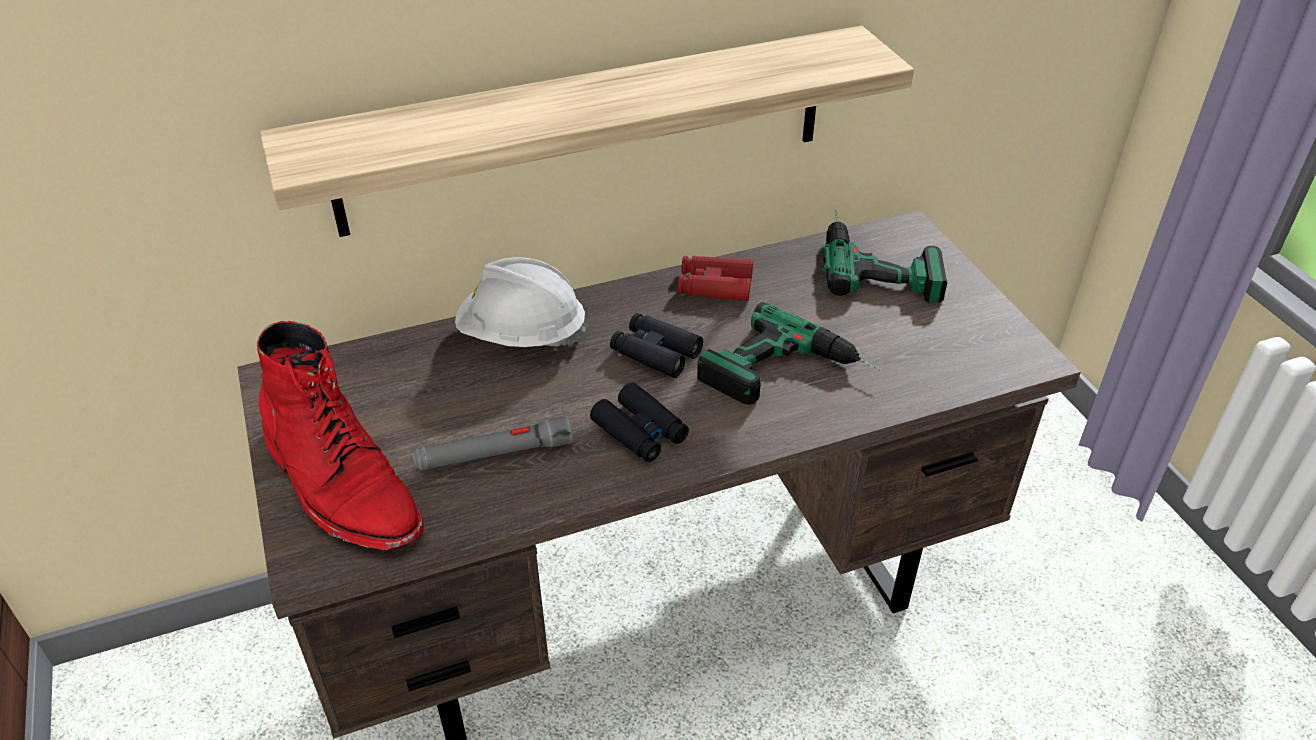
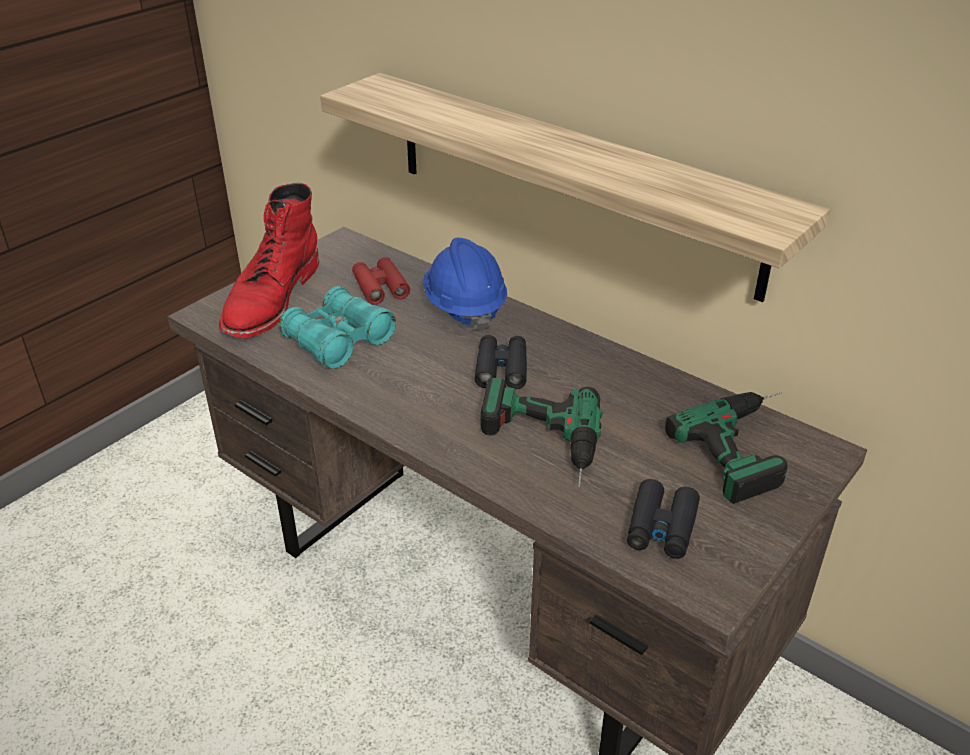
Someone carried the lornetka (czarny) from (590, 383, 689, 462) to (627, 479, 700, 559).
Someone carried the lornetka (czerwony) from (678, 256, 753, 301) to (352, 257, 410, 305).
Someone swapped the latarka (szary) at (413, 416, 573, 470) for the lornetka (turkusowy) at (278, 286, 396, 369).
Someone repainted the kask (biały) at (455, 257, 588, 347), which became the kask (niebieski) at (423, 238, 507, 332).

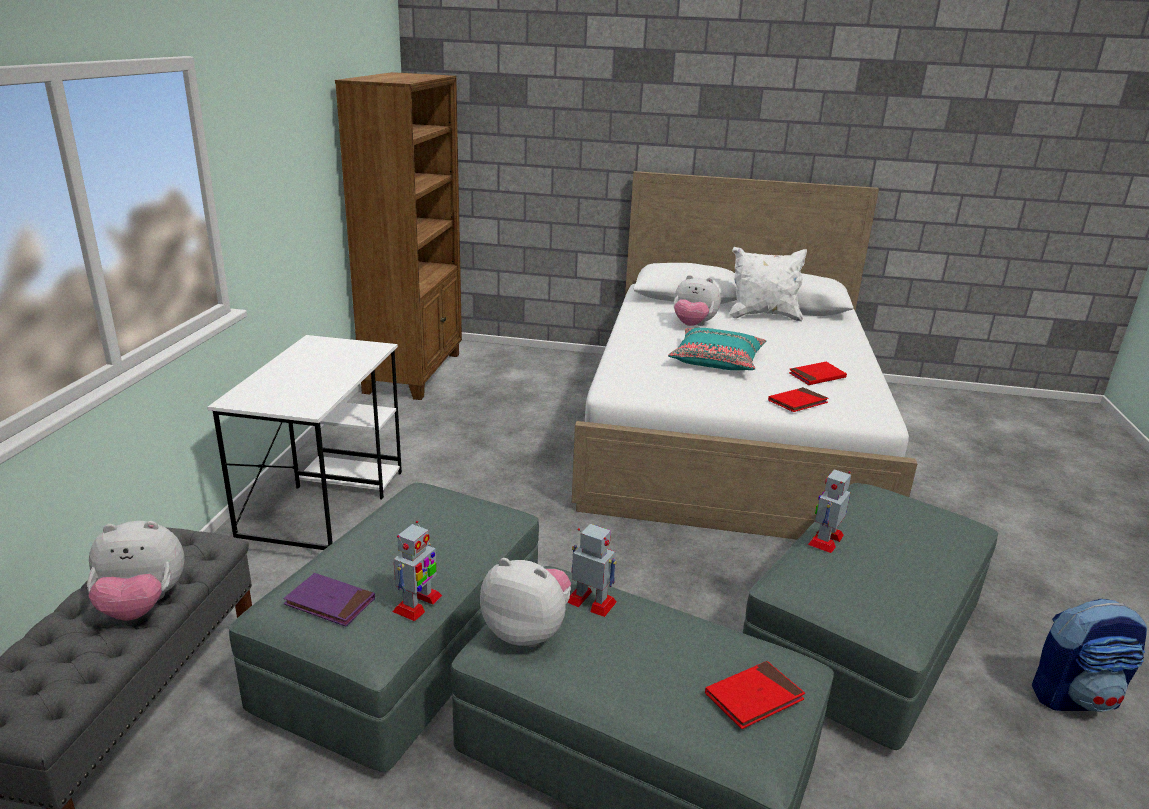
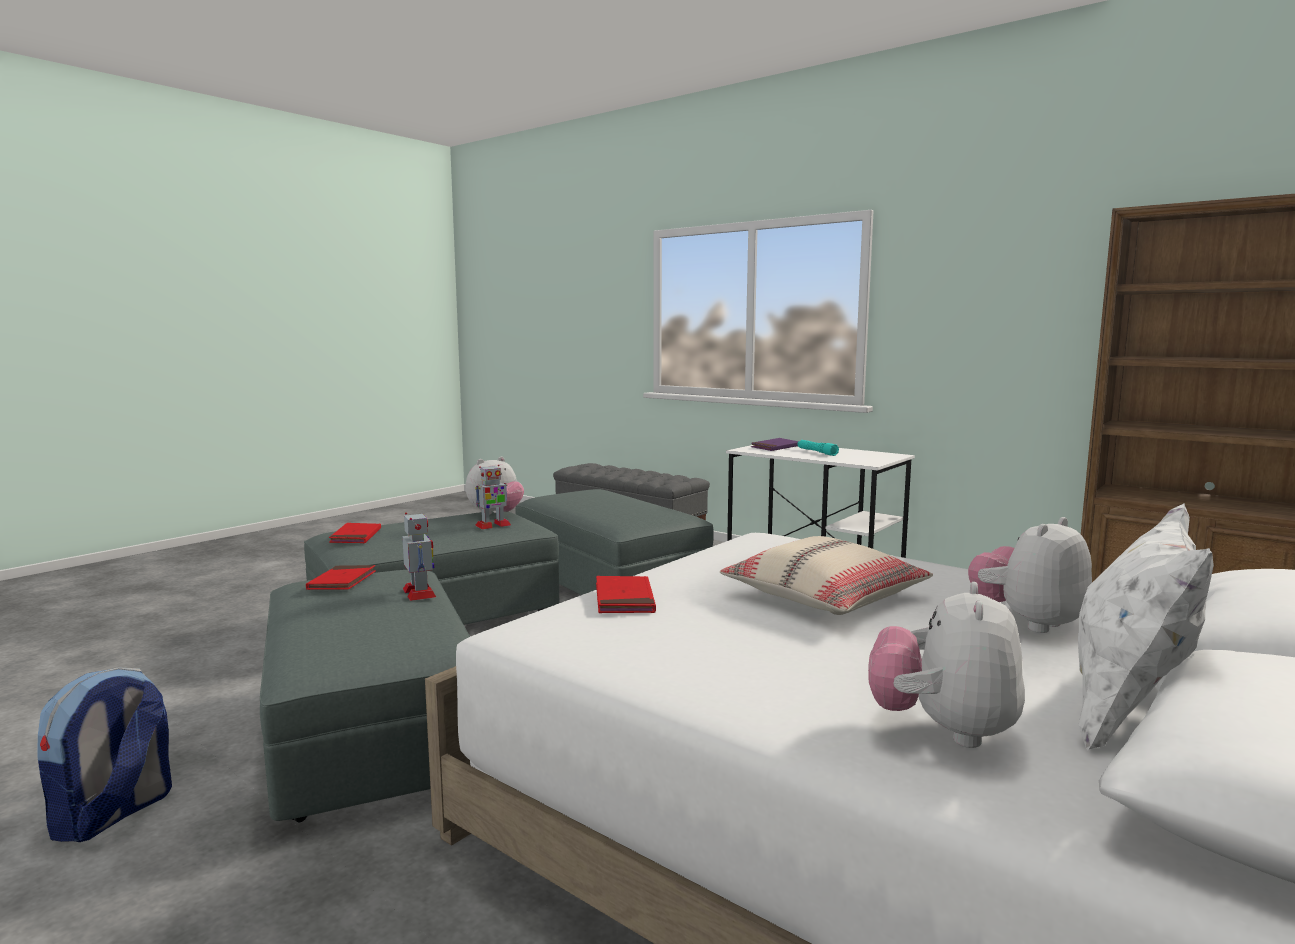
Someone took away the robot zabawkowy at (392, 521, 442, 621).
Someone put down the latarka (turkusowy) at (797, 440, 839, 456).
Someone carried the pluszak from (87, 521, 185, 620) to (868, 582, 1025, 748).
Someone carried the książka (fioletowy) from (283, 573, 375, 627) to (751, 438, 798, 451).
Someone carried the książka (czerwony) from (789, 362, 847, 385) to (306, 565, 376, 590).
Someone repainted the poduszka (turkusowy) at (668, 328, 766, 370), which became the poduszka (beżowy) at (720, 536, 933, 615).

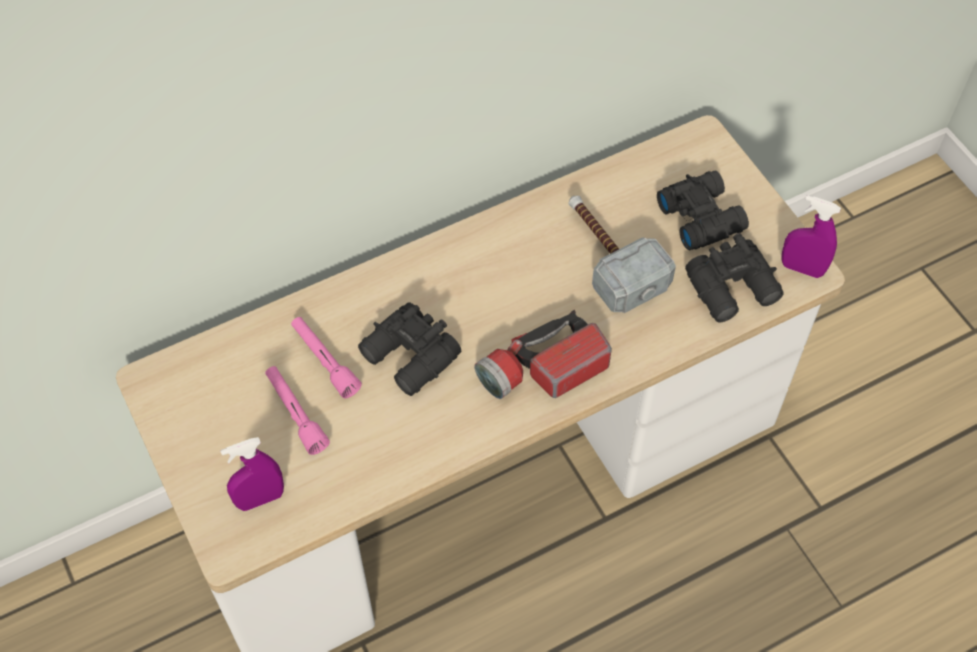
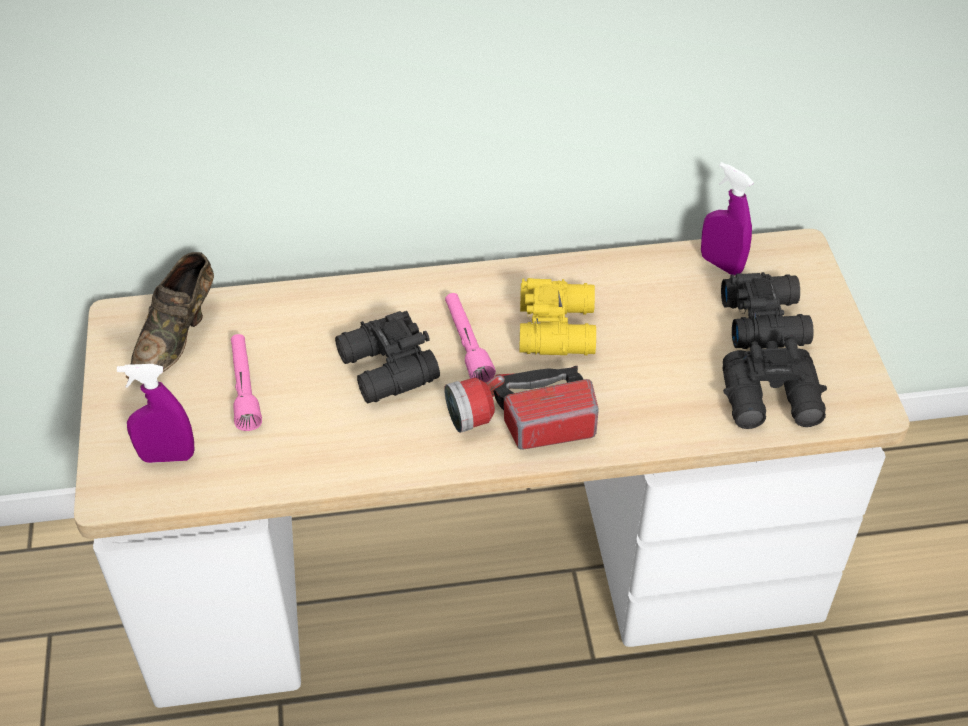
Someone took away the młotek at (568, 196, 676, 313).
Someone put down the but (brązowy) at (126, 252, 214, 379).
Someone put down the lornetka (żółty) at (519, 278, 596, 355).
Someone carried the latarka (różowy) from (291, 317, 362, 398) to (445, 293, 496, 382).
Someone carried the spryskiwacz (fioletowy) from (781, 195, 841, 278) to (701, 162, 754, 275).

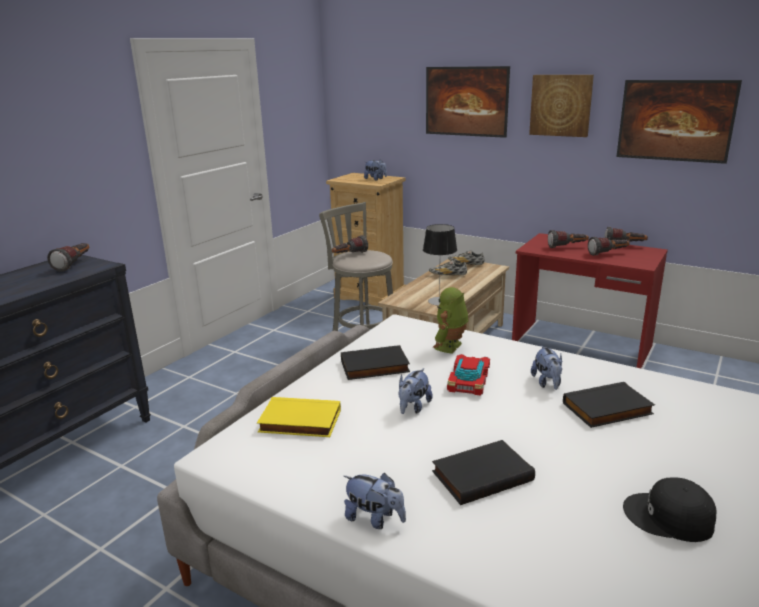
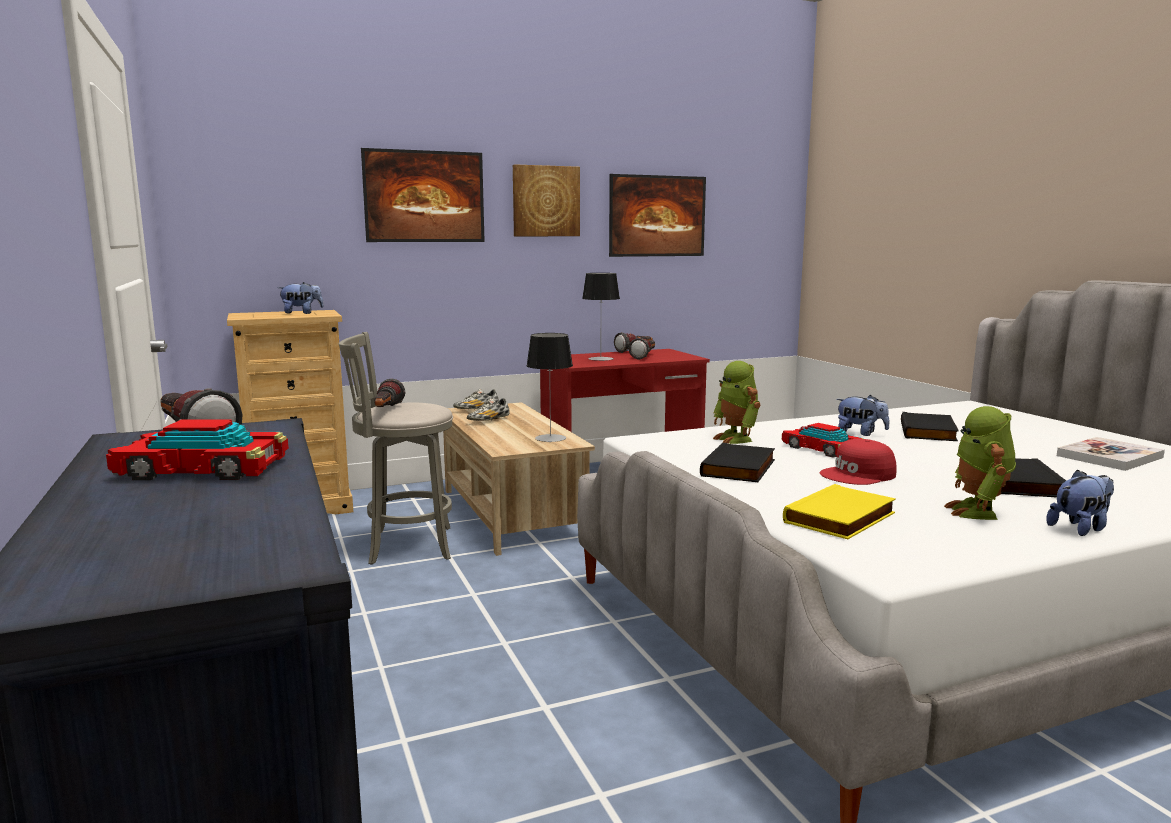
Someone put down the samochodzik at (106, 419, 289, 480).
Someone put down the robot zabawkowy at (944, 406, 1016, 520).
Someone swapped the pluszak at (399, 368, 433, 414) for the czapka z daszkiem (czerwony) at (819, 439, 897, 485).
Someone swapped the latarka at (548, 230, 589, 248) for the lampa stołowa at (582, 273, 620, 361).
Someone swapped the czapka z daszkiem (czarny) at (623, 477, 716, 542) for the książka at (1057, 437, 1165, 471).

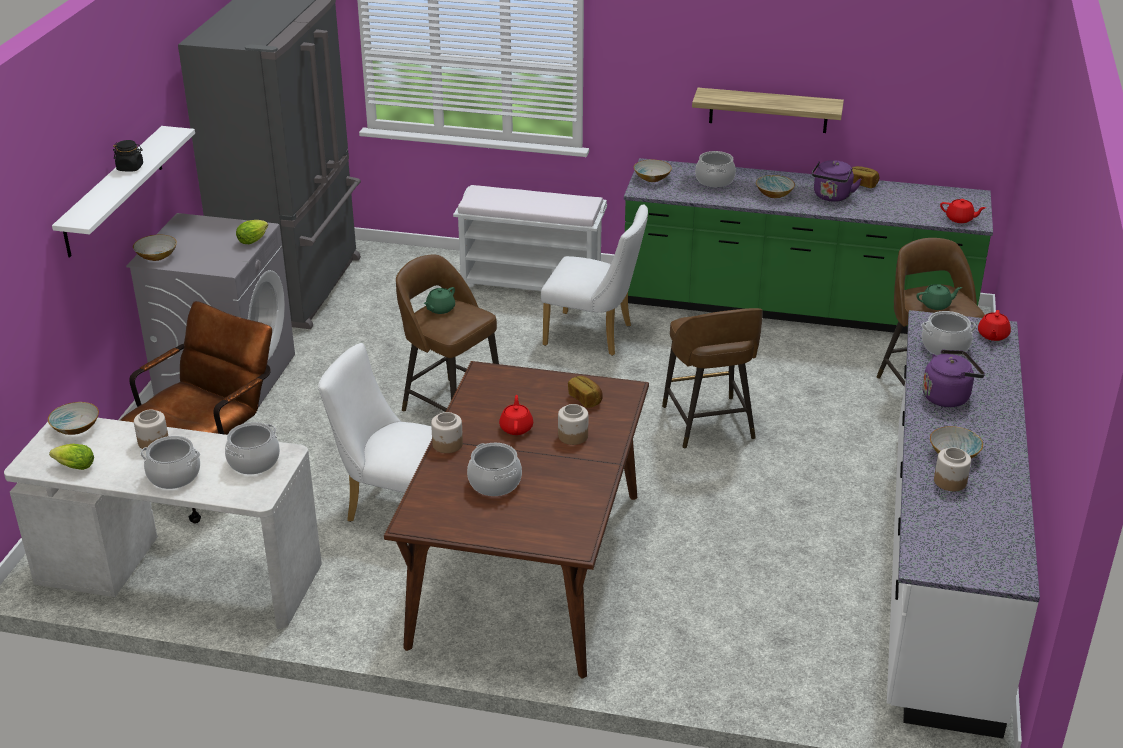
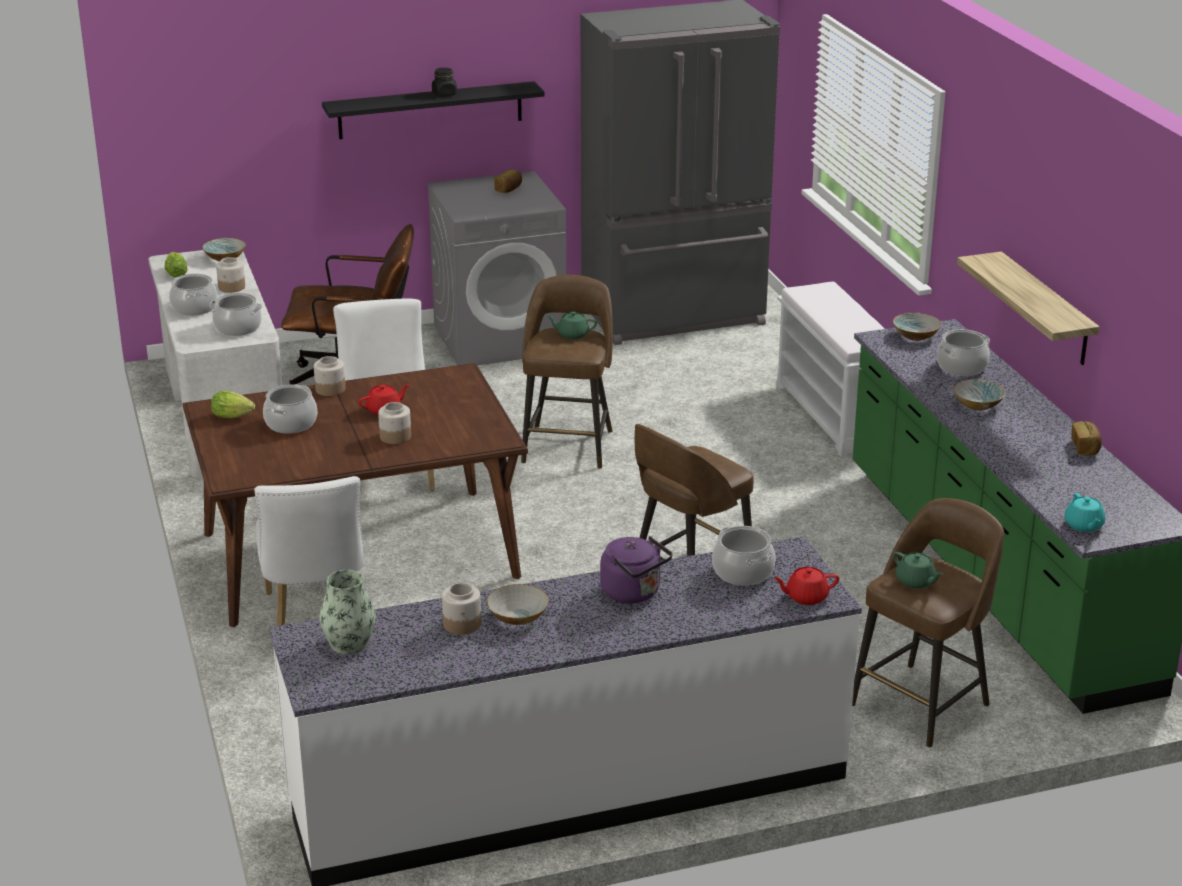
Someone took away the miska at (133, 234, 177, 261).
Someone took away the czajnik (fioletowy) at (812, 160, 862, 202).
Someone put down the wazon at (319, 570, 376, 654).
Someone carried the sałata from (236, 220, 268, 244) to (211, 391, 255, 418).
Someone carried the krzesło (biały) from (541, 204, 648, 356) to (254, 476, 363, 626).
Someone carried the chleb from (568, 376, 603, 408) to (494, 170, 522, 193).
Someone repainted the półka (biały) at (52, 126, 195, 258), which became the półka (czarny) at (322, 81, 545, 139).
Someone repainted the imbryk (czerwony) at (940, 199, 986, 223), which became the imbryk (turkusowy) at (1064, 493, 1105, 532).

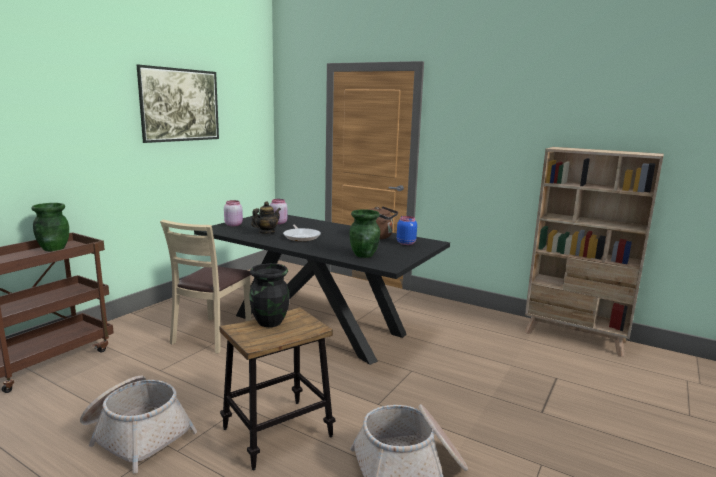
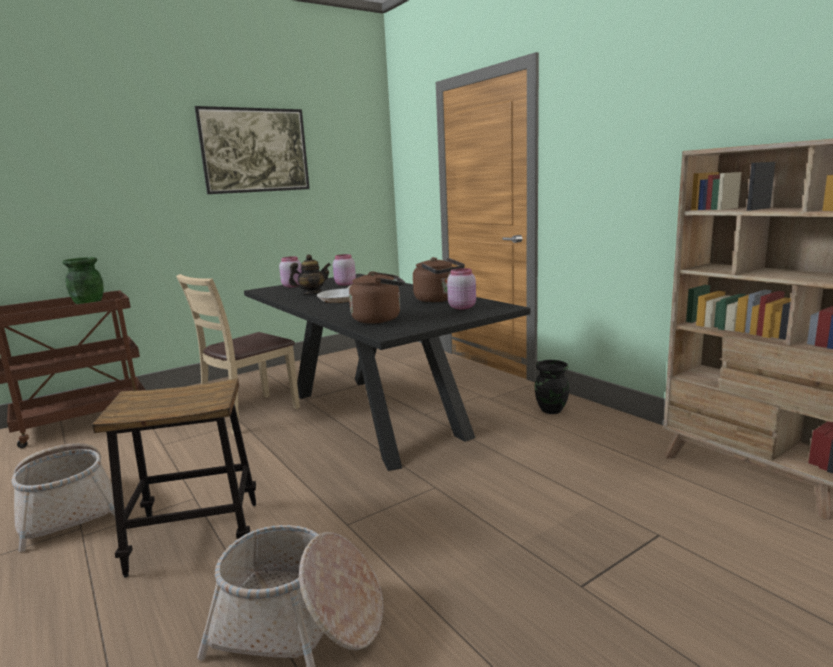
Someone carried the wazon (czarny) from (249, 263, 290, 327) to (535, 360, 569, 414).
Someone swapped the wazon (zielony) at (350, 209, 380, 258) for the czajnik (brązowy) at (349, 272, 405, 324).
Someone repainted the słoik (niebieski) at (397, 216, 417, 245), which became the słoik (różowy) at (447, 268, 476, 310).

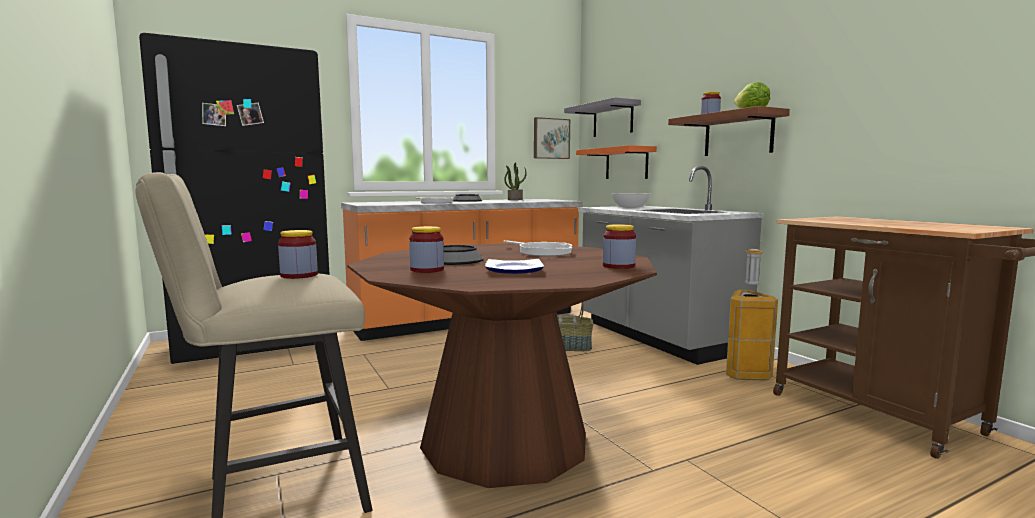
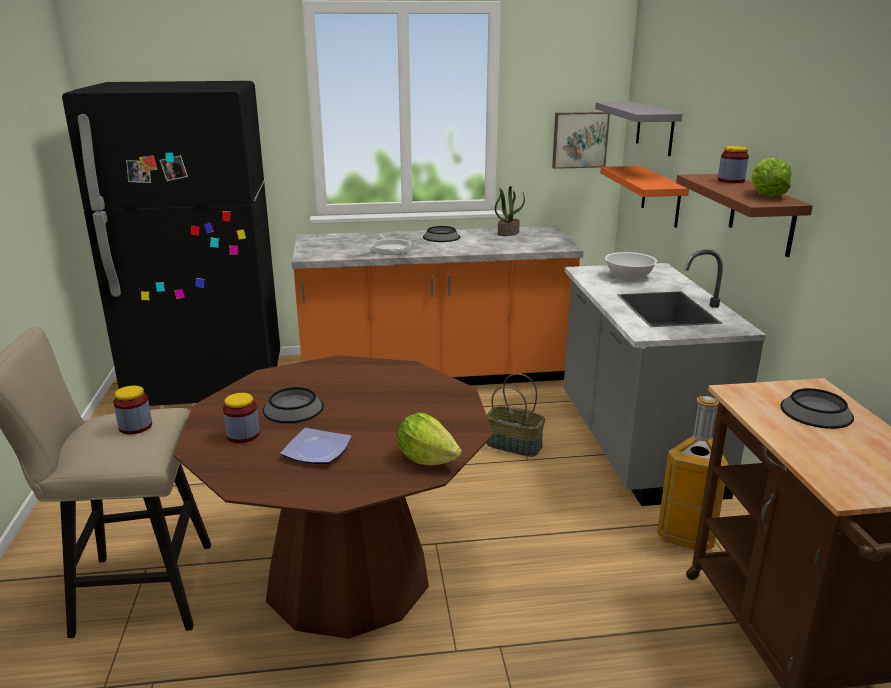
Someone took away the patelnia at (503, 240, 572, 256).
Someone put down the miska at (780, 388, 854, 429).
Someone swapped the słoik at (603, 224, 636, 269) for the sałata at (398, 412, 462, 465).

